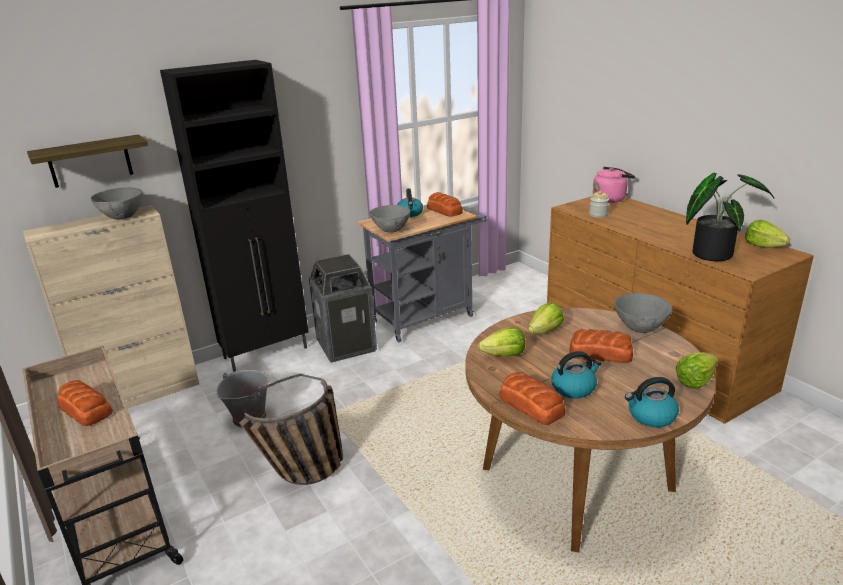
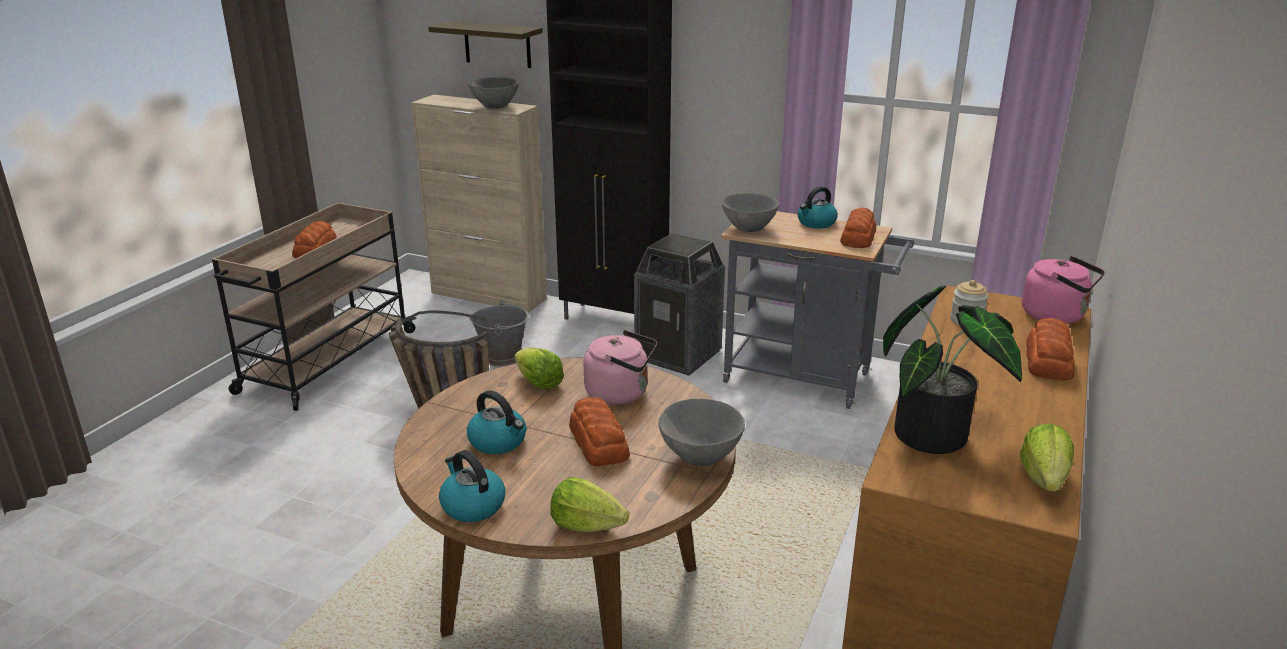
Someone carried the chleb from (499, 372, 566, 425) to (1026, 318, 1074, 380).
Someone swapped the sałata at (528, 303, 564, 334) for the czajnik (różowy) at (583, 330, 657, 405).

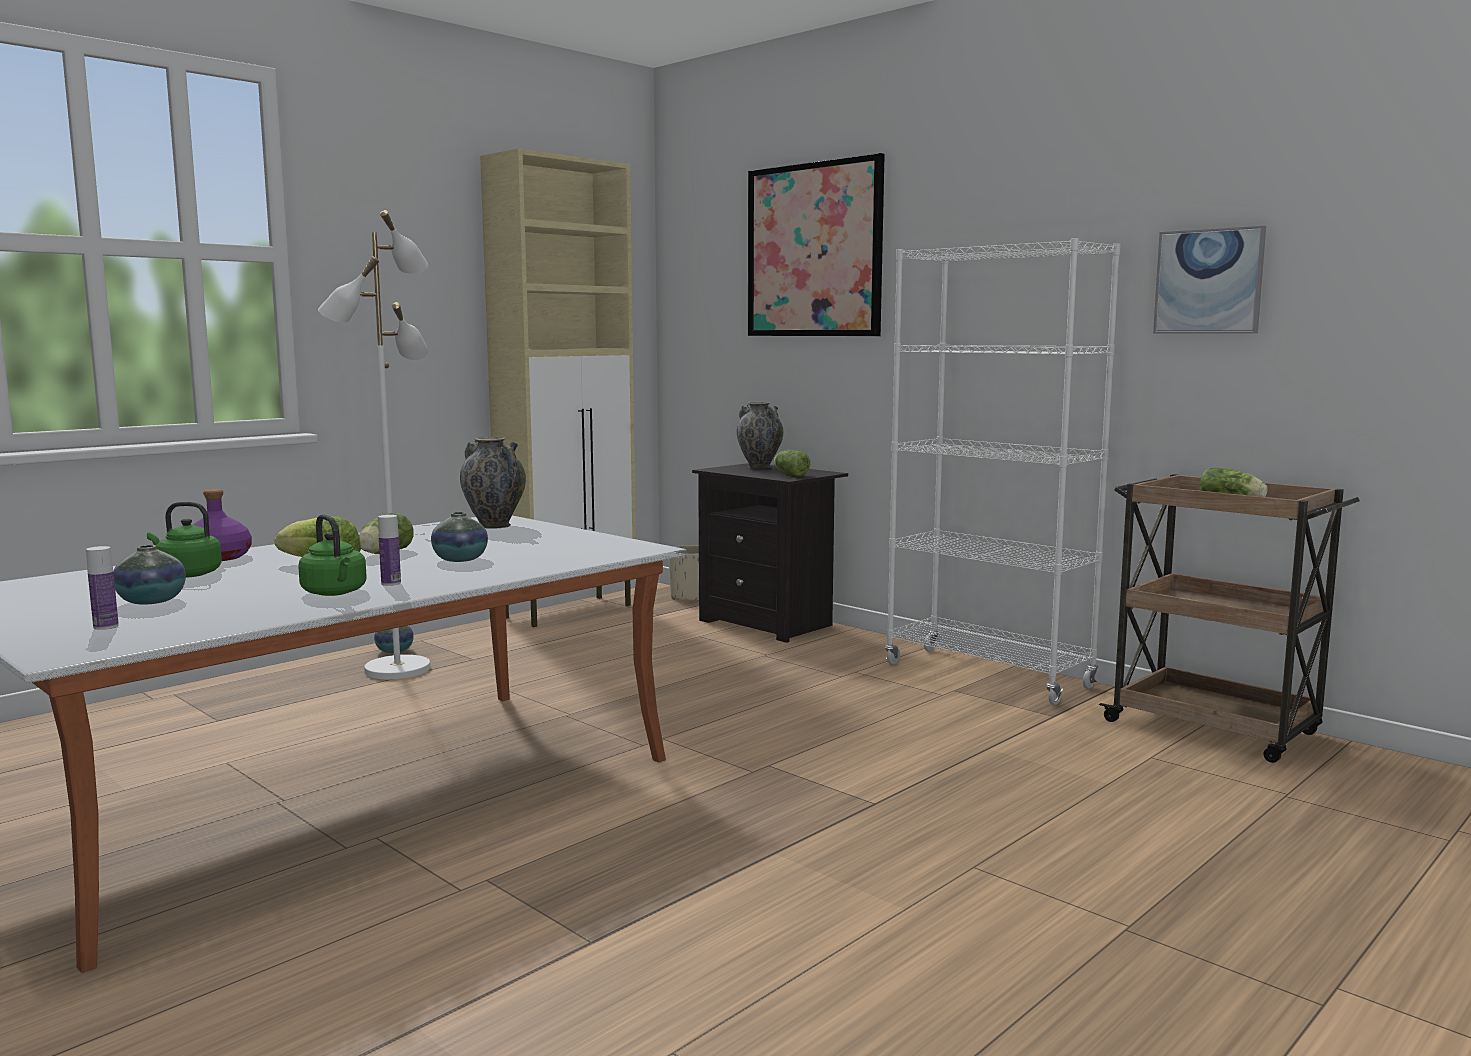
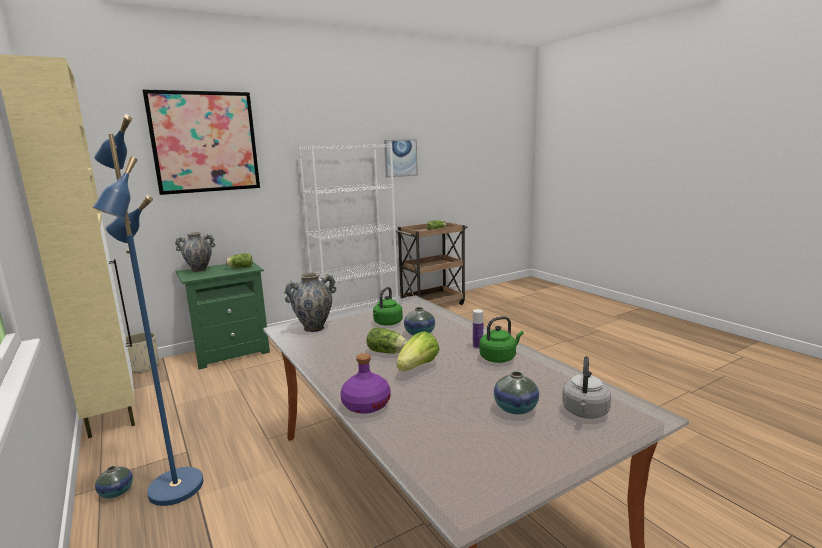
Someone carried the czajnik (zielony) from (147, 502, 222, 578) to (373, 287, 403, 326).
Someone swapped the butelka at (86, 546, 119, 630) for the czajnik (szary) at (562, 356, 611, 419).
Someone repainted the lampa stojąca (biały) at (318, 210, 430, 680), which became the lampa stojąca (niebieski) at (93, 115, 204, 506).
Someone repainted the szafka nocna (czarny) at (692, 463, 848, 643), which became the szafka nocna (zielony) at (176, 261, 270, 370).

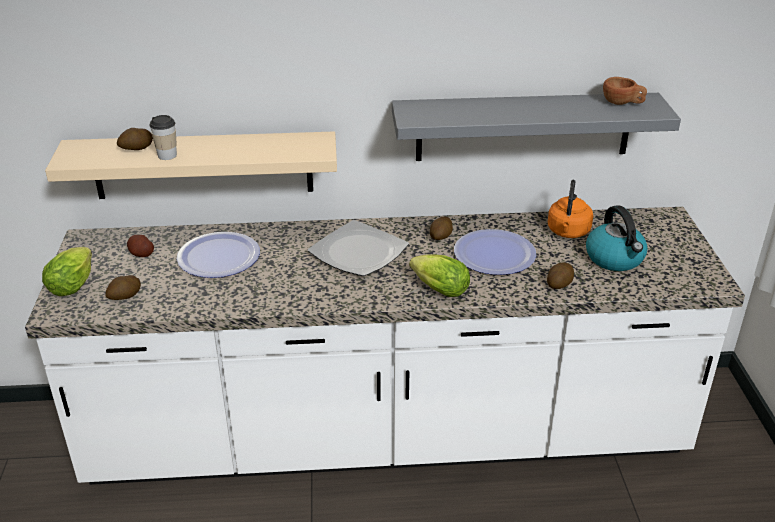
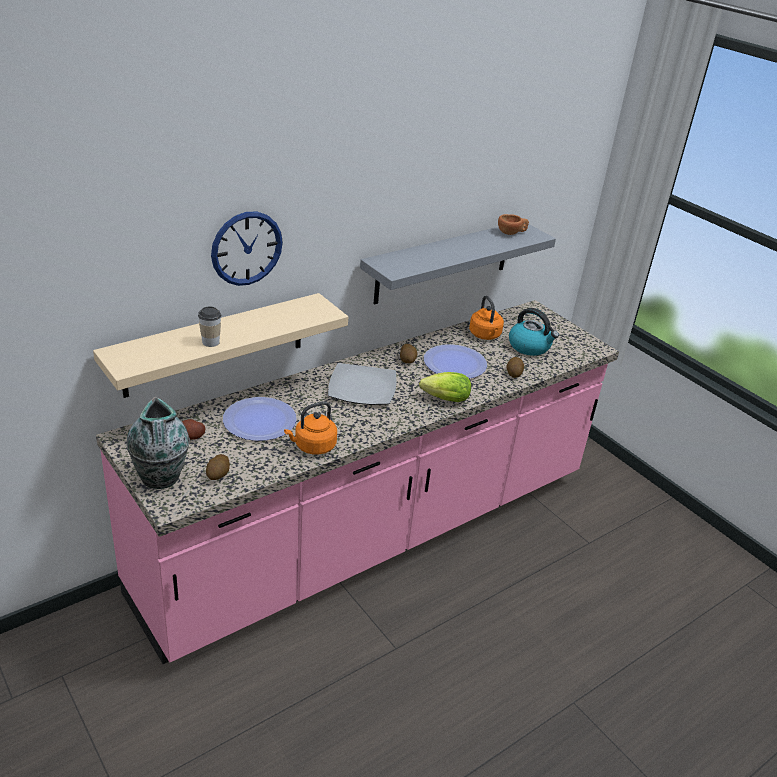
Someone took away the ziemniak at (117, 128, 153, 150).
Someone put up the zegar ścienny at (211, 212, 283, 286).
Someone put down the czajnik (pomarańczowy) at (284, 401, 337, 455).
Someone swapped the sałata at (42, 247, 92, 296) for the wazon at (126, 397, 190, 489).
Someone repainted the zabudowa kuchenna (biały) at (25, 207, 745, 485), which became the zabudowa kuchenna (różowy) at (96, 300, 619, 664).

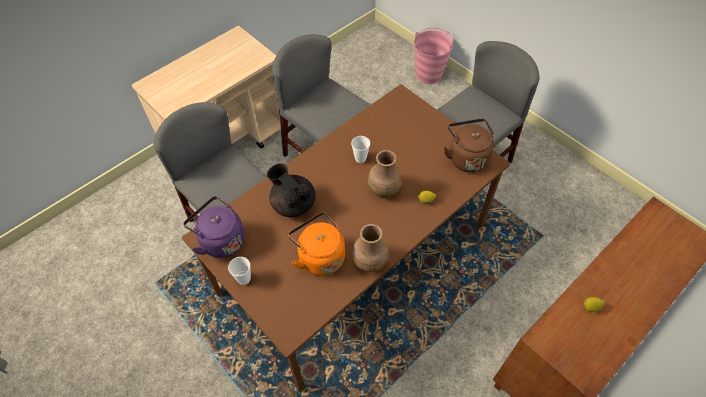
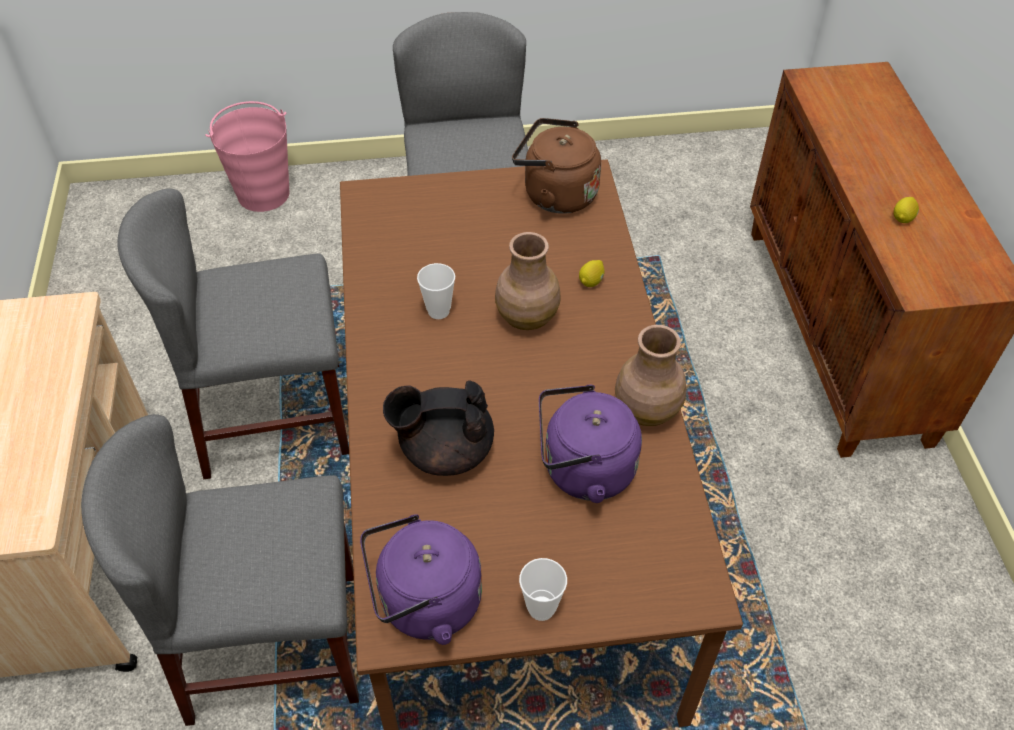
Someone repainted the czajnik (pomarańczowy) at (288, 212, 345, 276), which became the czajnik (fioletowy) at (539, 384, 642, 503).

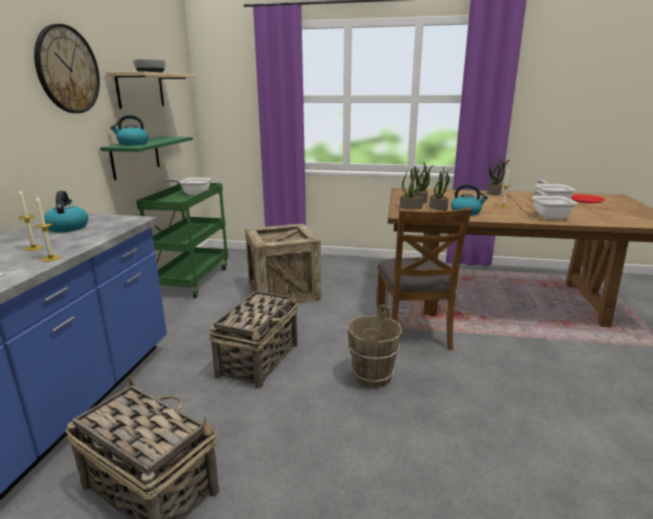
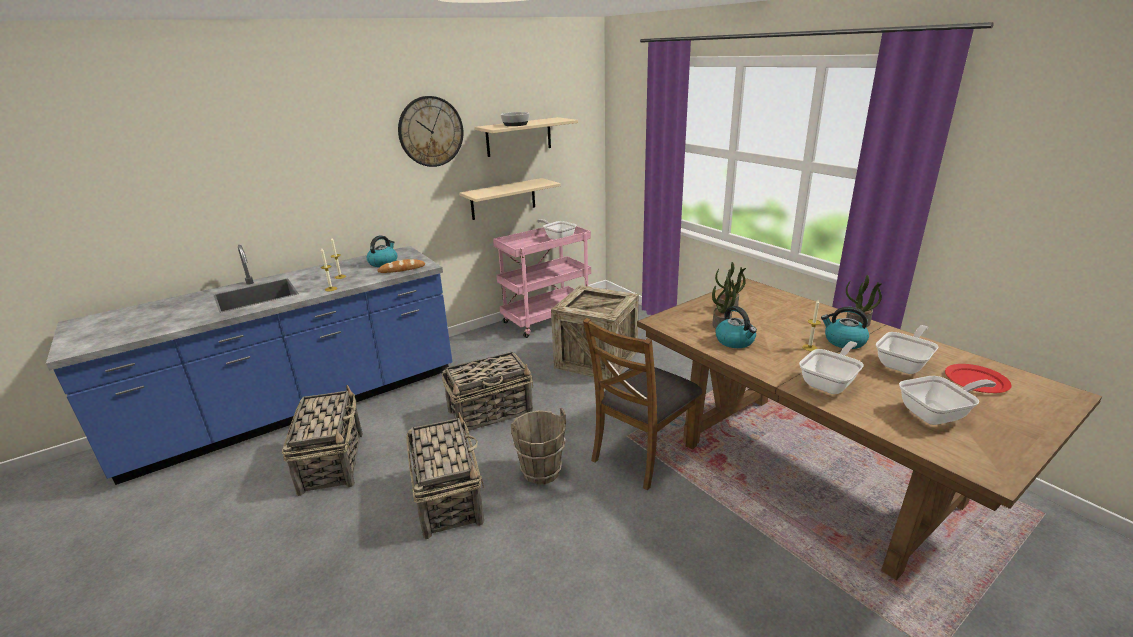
Someone took away the roślina doniczkowa at (400, 166, 424, 209).
Someone put down the chleb at (377, 259, 425, 273).
Someone put down the koszyk at (406, 412, 484, 539).
Someone put down the patelnia at (899, 376, 996, 425).
Someone carried the czajnik from (110, 115, 148, 146) to (821, 307, 869, 349).
Someone repainted the półka (zielony) at (100, 136, 193, 180), which became the półka (beżowy) at (459, 178, 561, 220).
Someone repainted the wózek (zielony) at (136, 183, 228, 298), which became the wózek (różowy) at (493, 226, 591, 338).

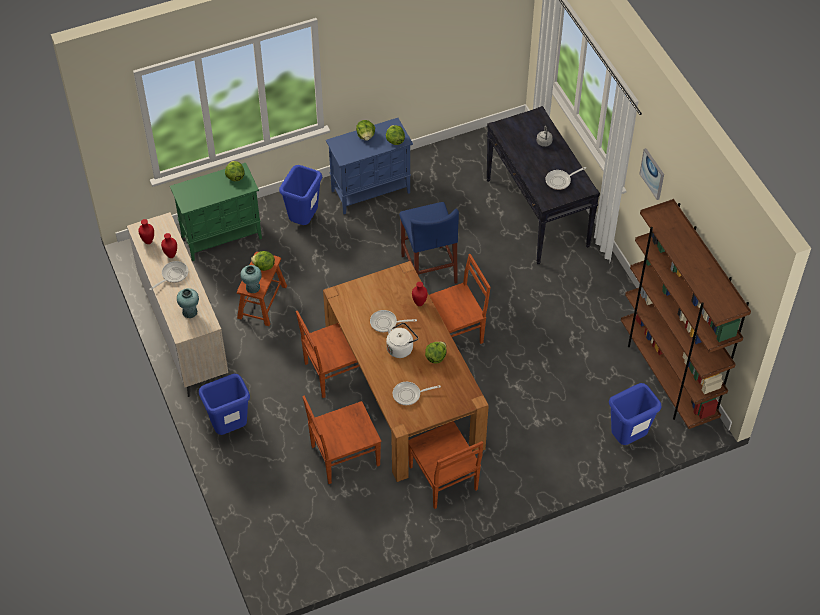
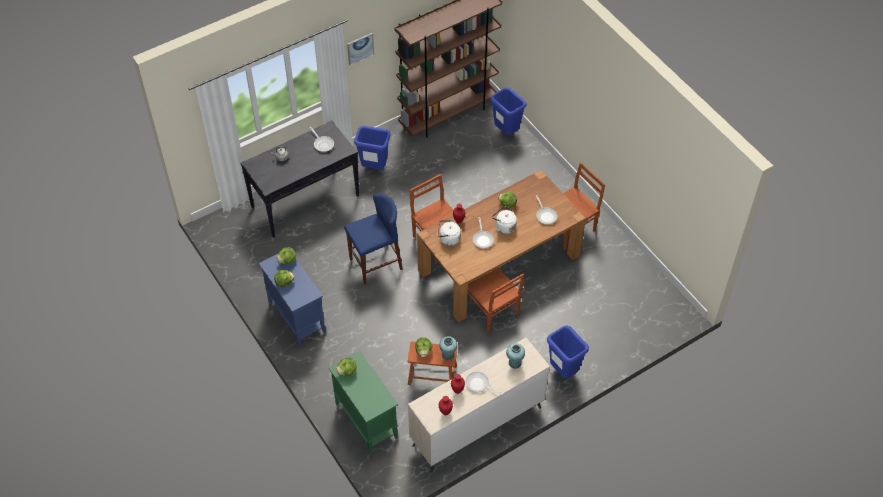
Someone took away the krzesło (brązowy) at (302, 396, 381, 484).
Someone put down the czajnik (biały) at (438, 220, 461, 246).
Someone carried the kosz na śmieci (niebieski) from (279, 165, 322, 225) to (354, 126, 390, 170).

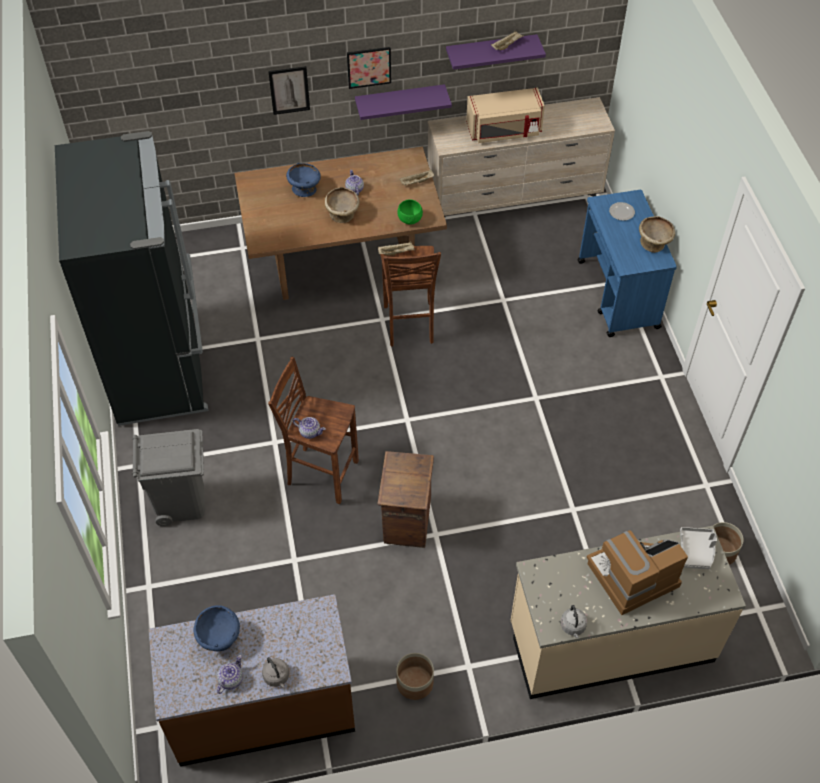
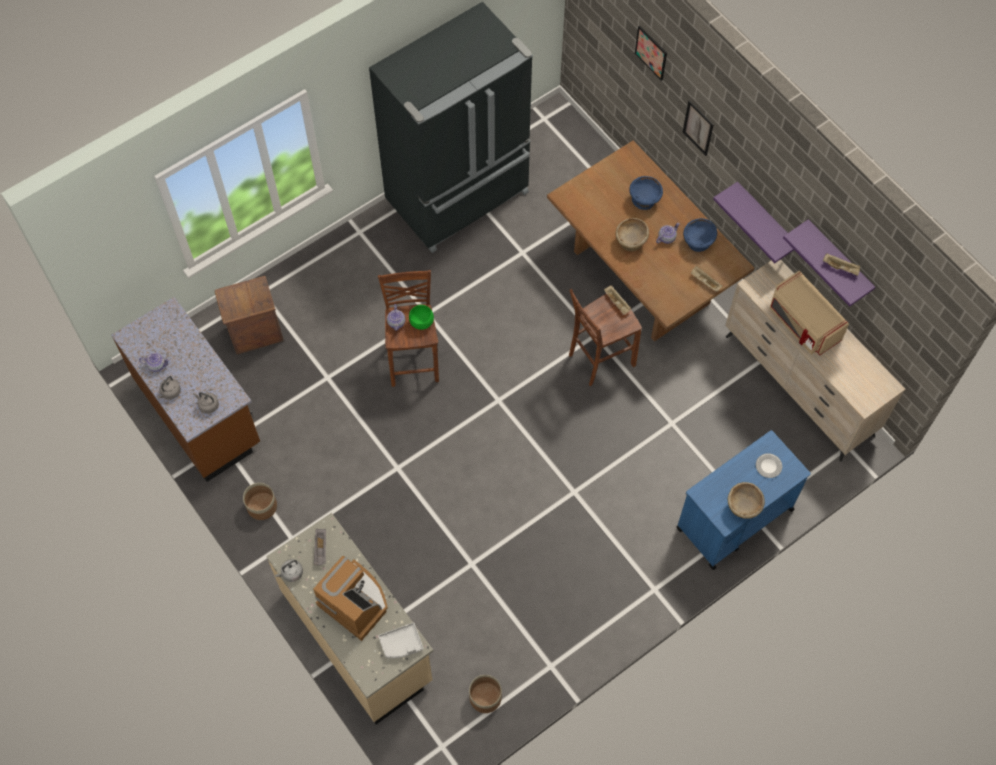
Someone took away the kosz na śmieci (szary) at (132, 429, 205, 526).
Someone put down the czajnik (szary) at (193, 392, 219, 414).
Someone put down the taca (szary) at (314, 529, 326, 565).
Someone carried the miska (niebieski) from (193, 605, 240, 651) to (683, 218, 717, 252).
Someone carried the obraz from (347, 47, 391, 89) to (635, 26, 667, 81).
Someone carried the skrzynka from (377, 451, 434, 548) to (214, 276, 284, 354).
Someone carried the miska (zielony) from (397, 199, 423, 225) to (409, 305, 434, 330).

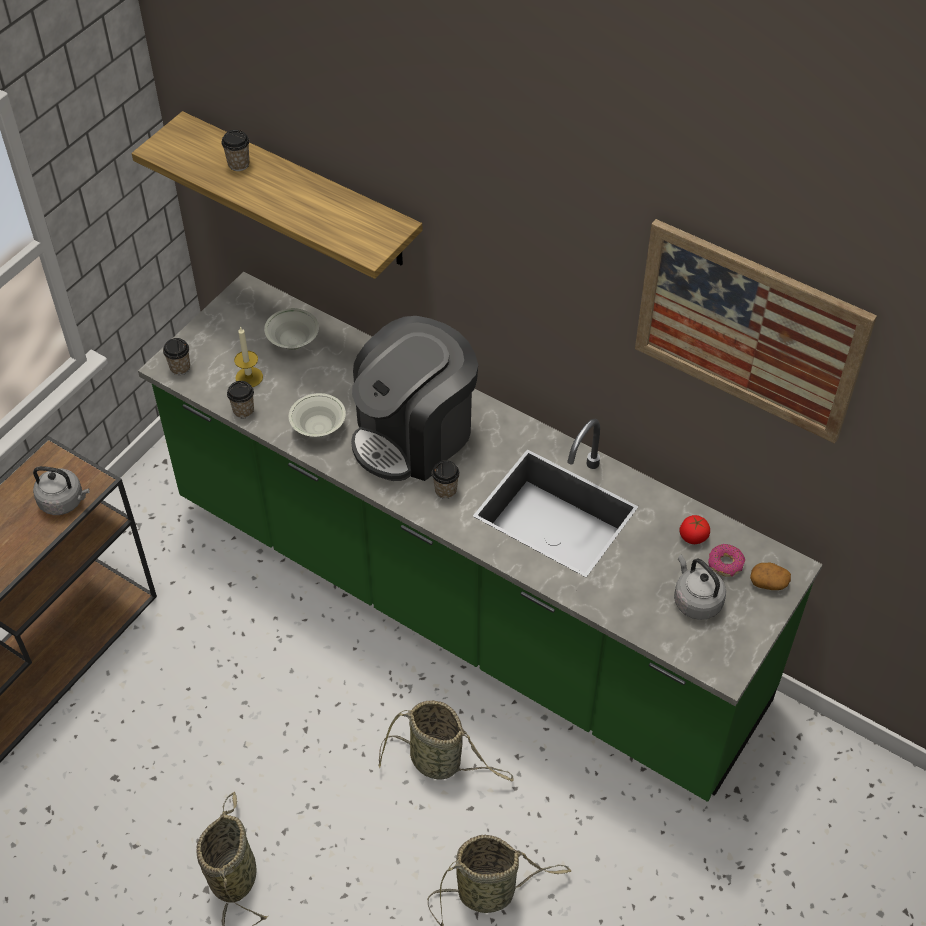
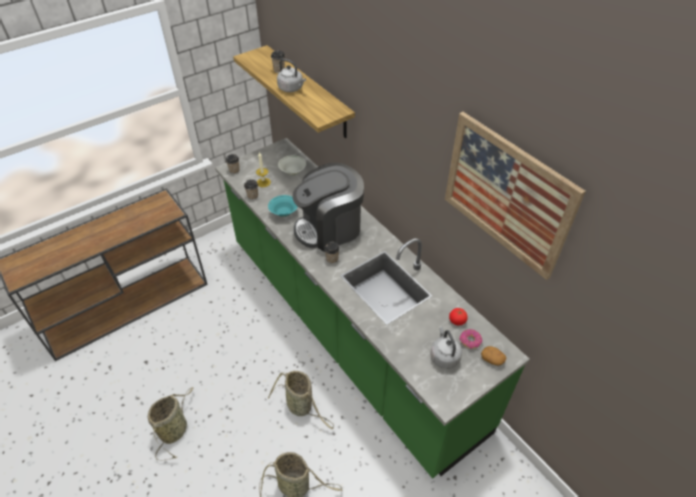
Someone carried the czajnik (szary) from (33, 466, 90, 515) to (277, 59, 306, 92).
Someone repainted the miska (biały) at (289, 393, 346, 437), which became the miska (turkusowy) at (268, 195, 298, 217).

